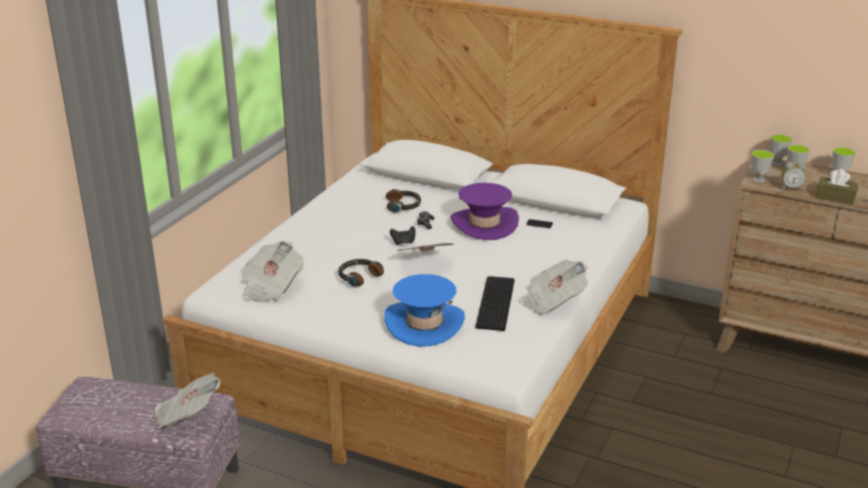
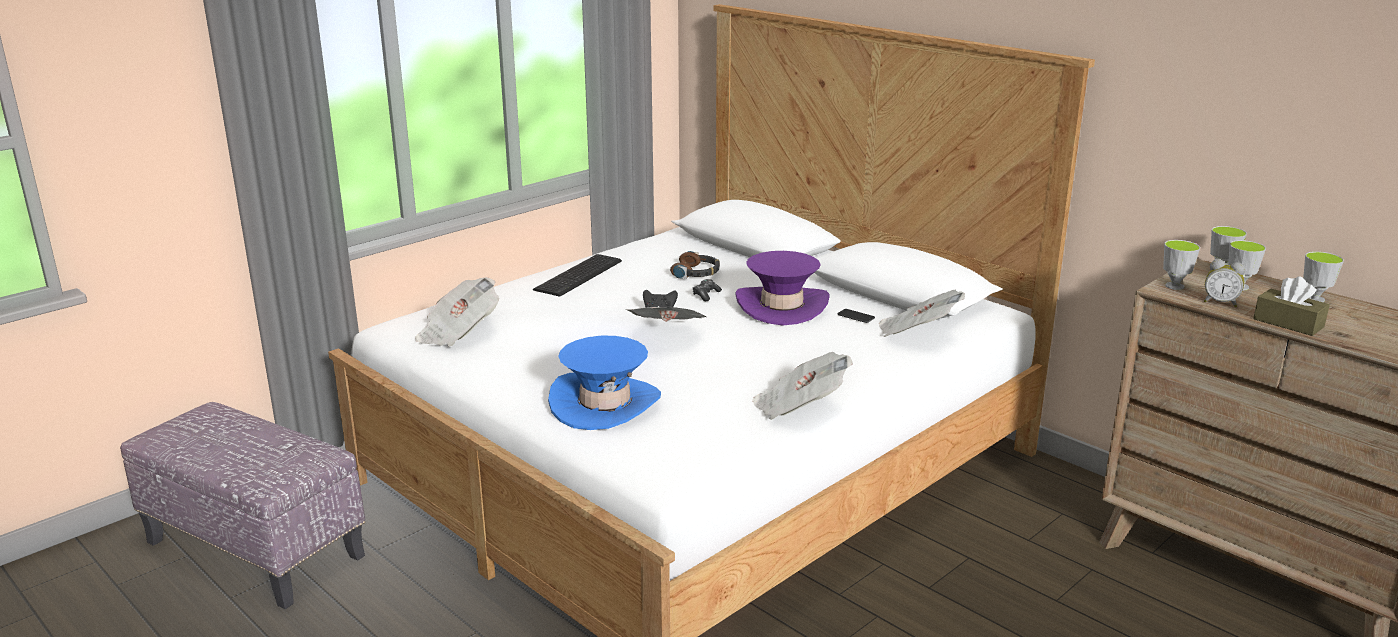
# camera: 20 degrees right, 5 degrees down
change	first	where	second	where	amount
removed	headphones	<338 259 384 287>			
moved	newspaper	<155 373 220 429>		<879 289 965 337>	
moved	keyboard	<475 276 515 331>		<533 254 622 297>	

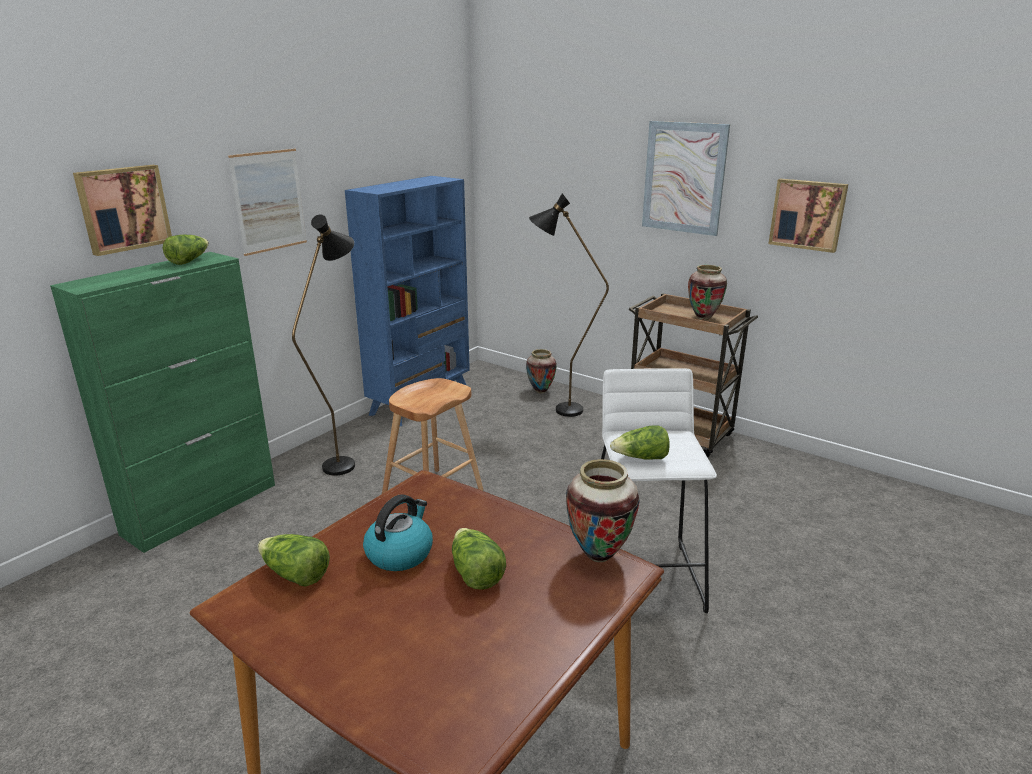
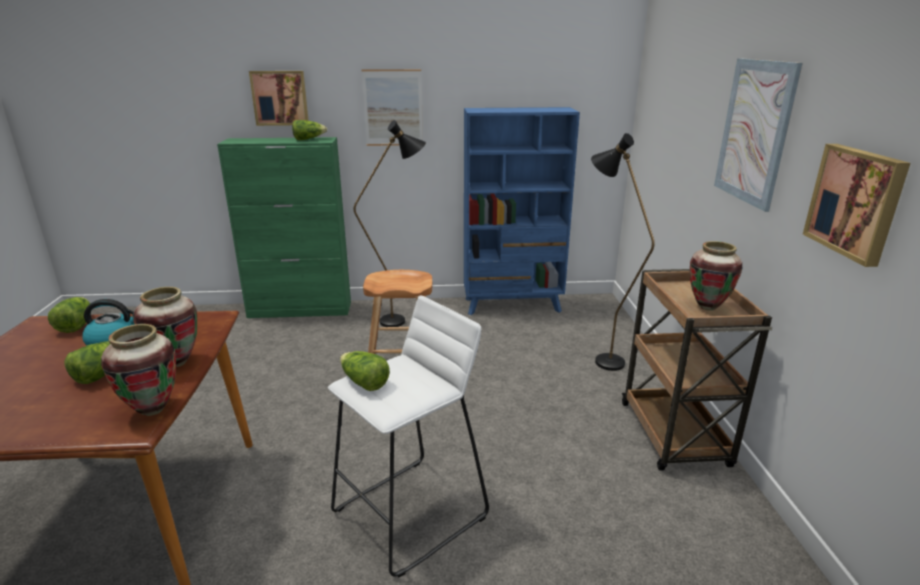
# camera: 50 degrees right, 0 degrees up
change	first	where	second	where	amount
moved	decorative vase	<526 349 557 393>		<134 287 197 367>	

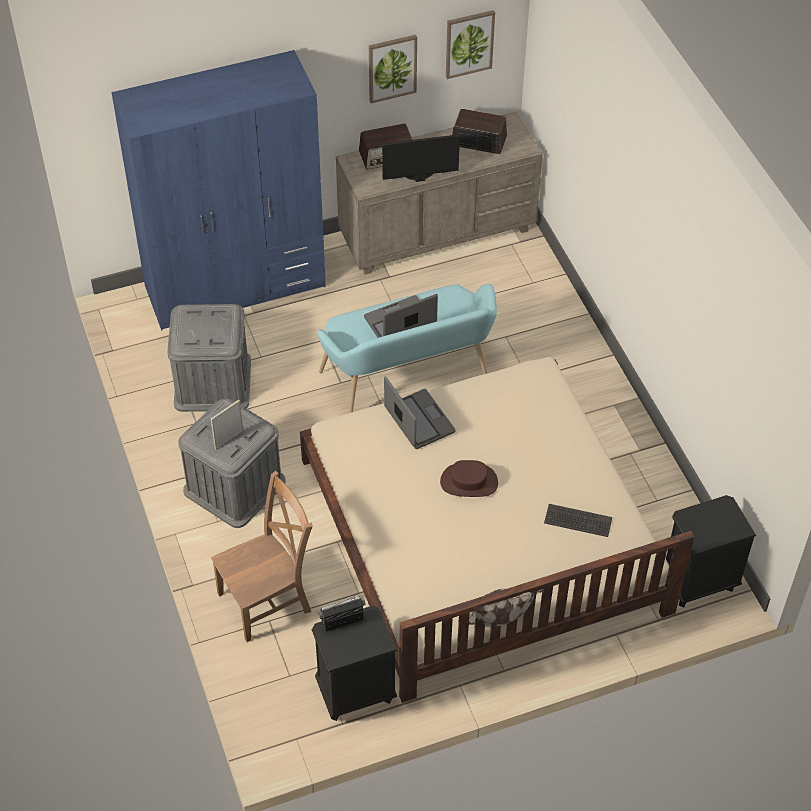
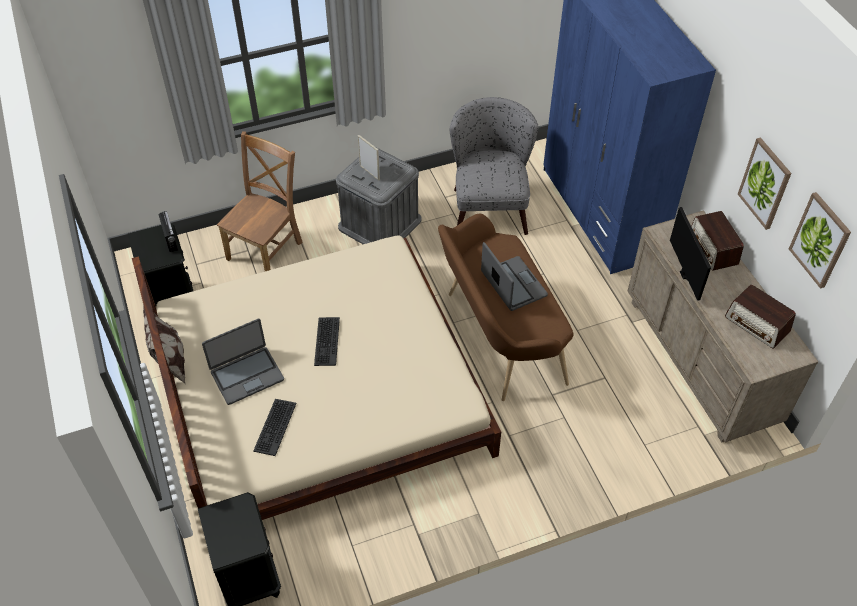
# camera: 90 degrees right, 0 degrees up
change	first	where	second	where	amount
moved	laptop	<384 376 456 449>		<202 319 284 405>	
replaced	storage box (gray)	<167 304 251 412>	easy chair (gray)	<450 97 539 235>	
replaced	wearable hat (brown)	<440 460 498 497>	keyboard	<314 317 340 366>	
recoloured	long seat (blue-green)	<317 284 497 413>	long seat (brown)	<438 214 574 401>	
turned	chair (brown)	<211 471 313 642>		<217 131 303 271>	120 degrees counterclockwise
turned	radio set	<452 109 507 154>		<725 284 796 348>	120 degrees clockwise

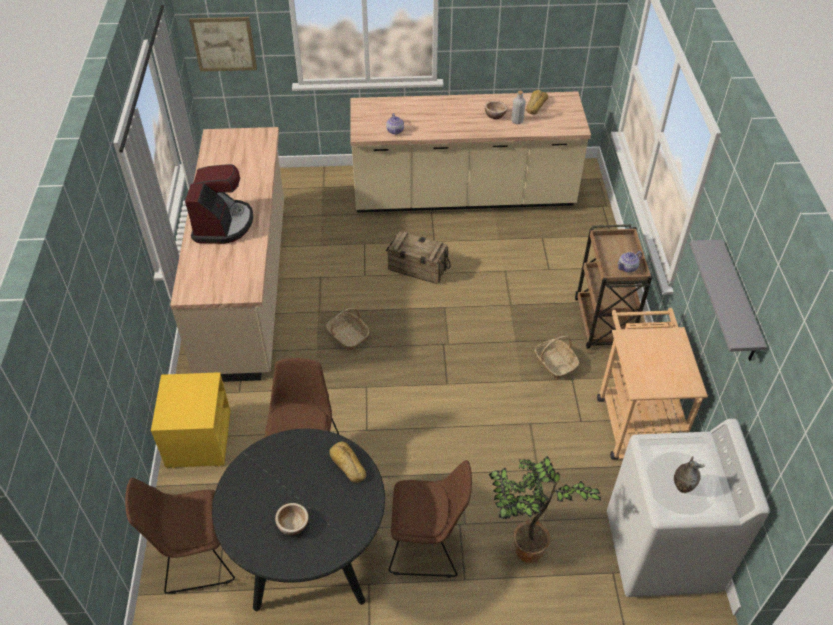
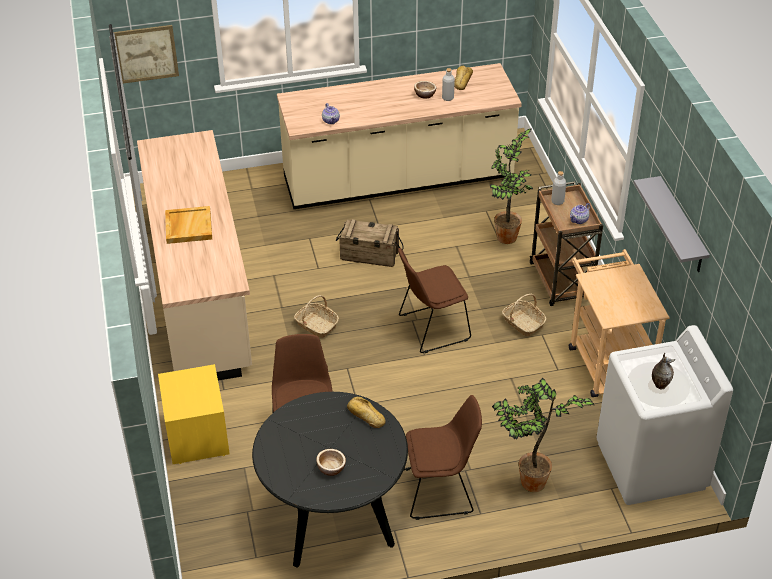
# camera: 10 degrees left, 5 degrees down
change	first	where	second	where	amount
added			houseplant	<490 128 533 244>	
added			drink bottle (gray)	<551 171 566 205>	
moved	chair (brown)	<125 478 235 594>		<398 248 471 353>	
replaced	coffee maker	<185 164 253 244>	tray (sand-coloured)	<165 206 212 244>	

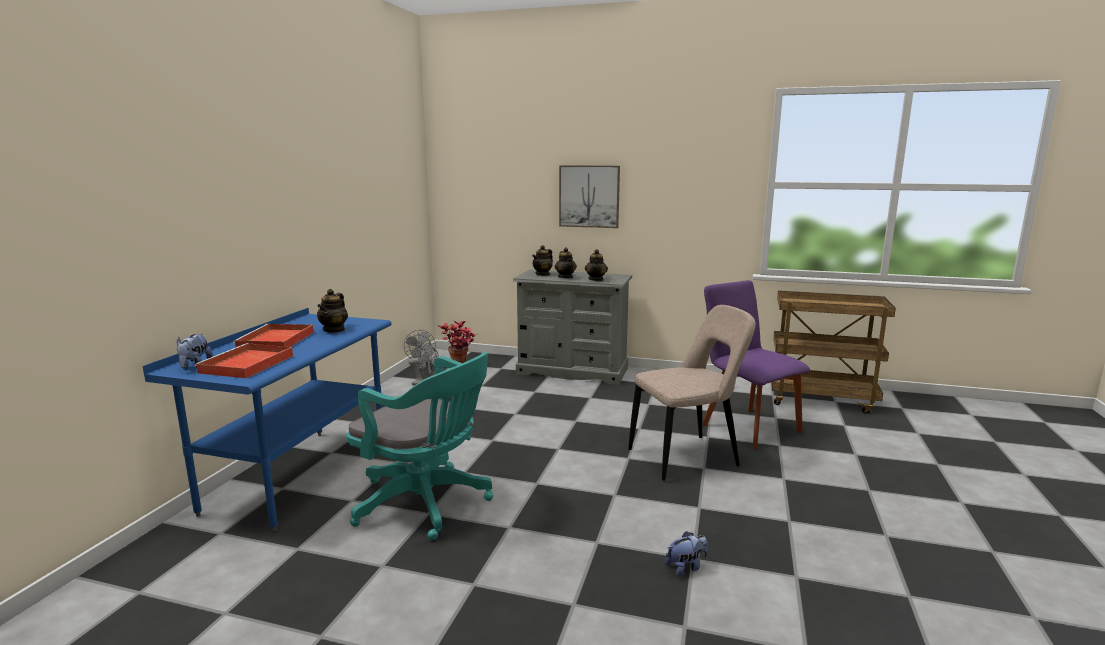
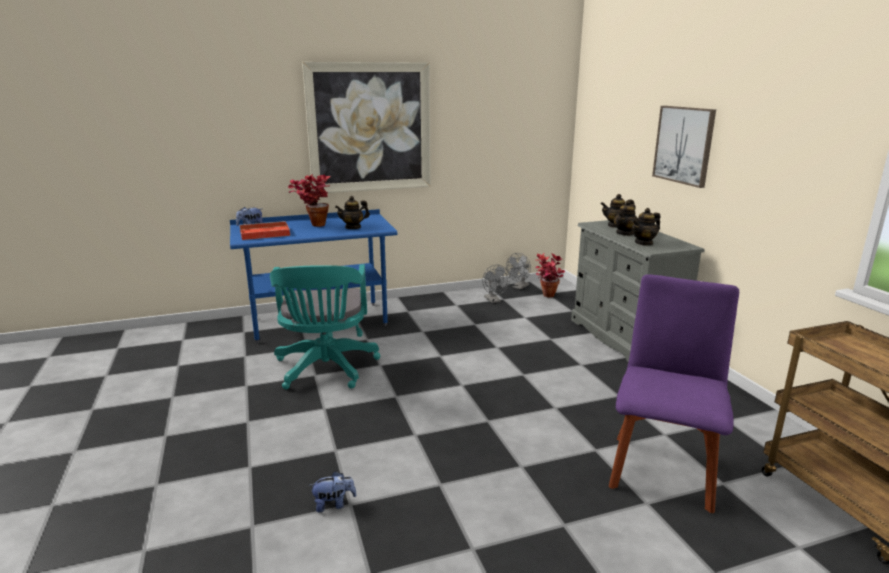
# camera: 55 degrees right, 5 degrees up
change	first	where	second	where	amount
removed	chair (sand-coloured)	<628 305 756 481>			
added			wall art	<302 62 431 193>	
replaced	tray (reddish)	<233 324 314 347>	houseplant	<288 174 330 227>	
turned	plush toy	<665 531 707 577>		<310 471 357 513>	45 degrees counterclockwise

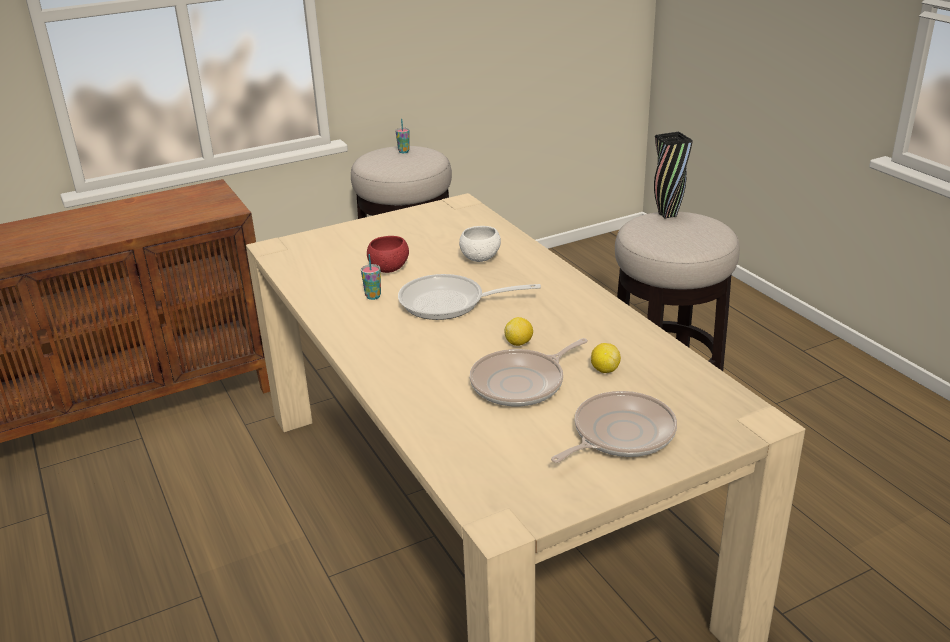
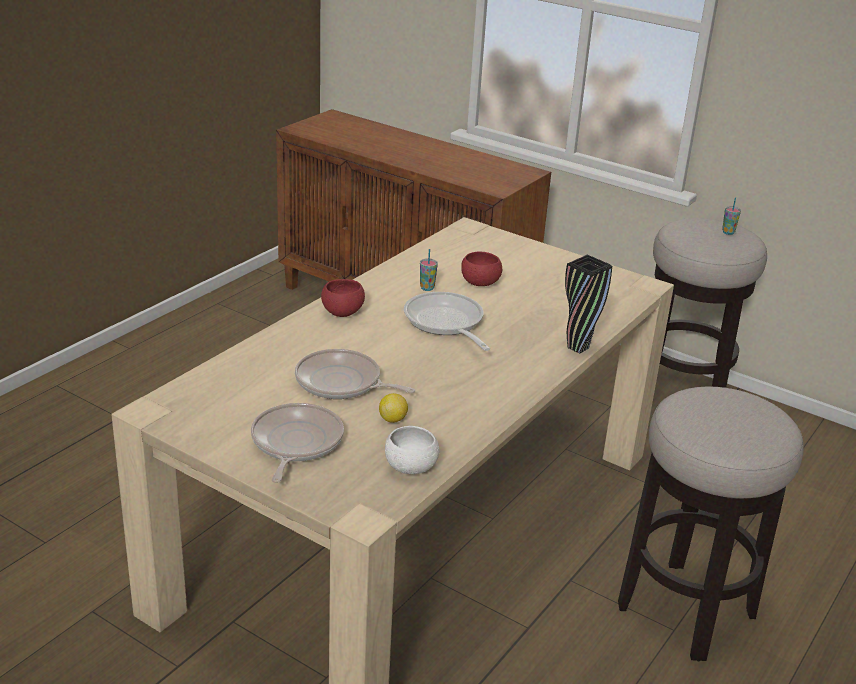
# camera: 60 degrees right, 0 degrees up
change	first	where	second	where	amount
removed	whole lemon	<505 317 533 346>			
added			bowl (reddish)	<321 279 365 317>	
moved	bowl (white-coloured)	<459 226 501 262>		<385 426 440 474>	
moved	decorative vase (black-coloured)	<654 132 693 218>		<565 255 612 354>	
turned	pan	<551 391 677 463>		<251 403 344 483>	105 degrees counterclockwise

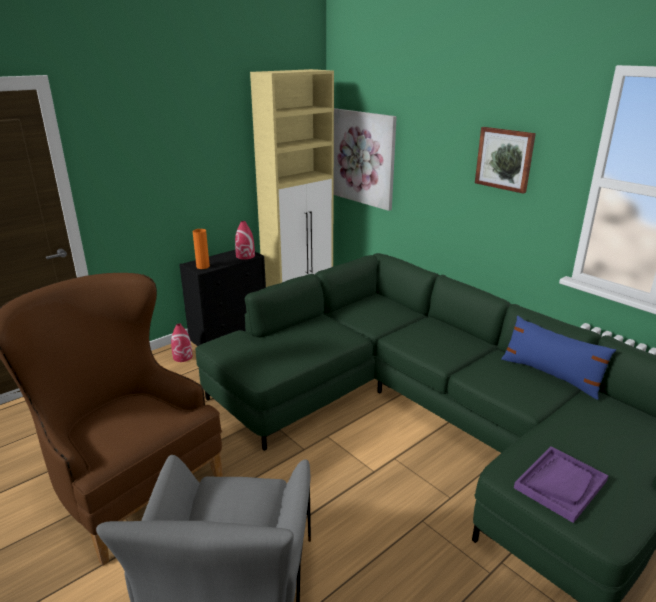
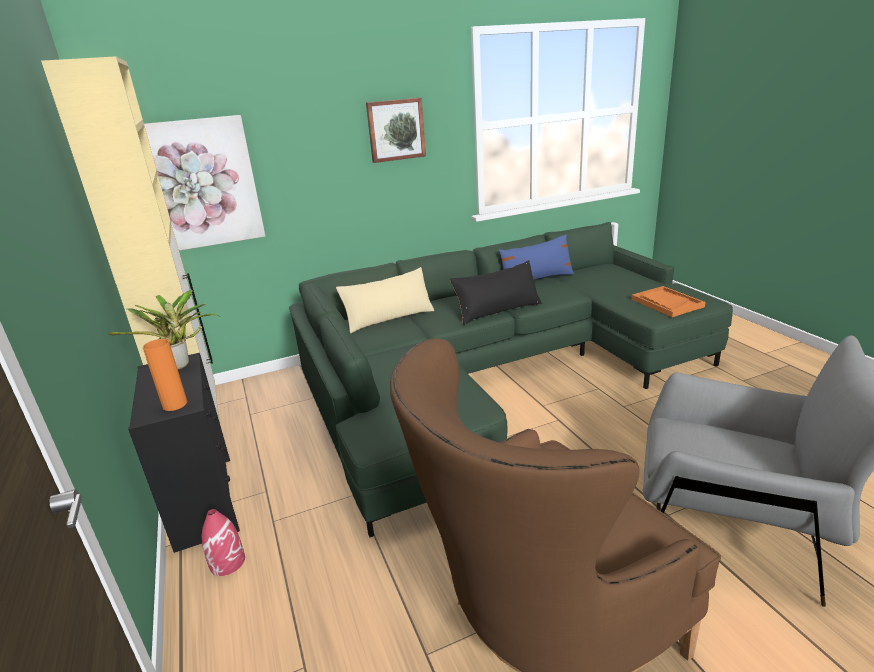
# camera: 70 degrees left, 0 degrees up
change	first	where	second	where	amount
added			pillow (sand-coloured)	<336 267 434 333>	
added			pillow (black-coloured)	<450 260 542 325>	
replaced	decorative vase (reddish)	<235 221 255 260>	houseplant	<108 289 221 370>	
recoloured	tray (purple)	<514 447 609 523>	tray (orange)	<631 286 706 317>	

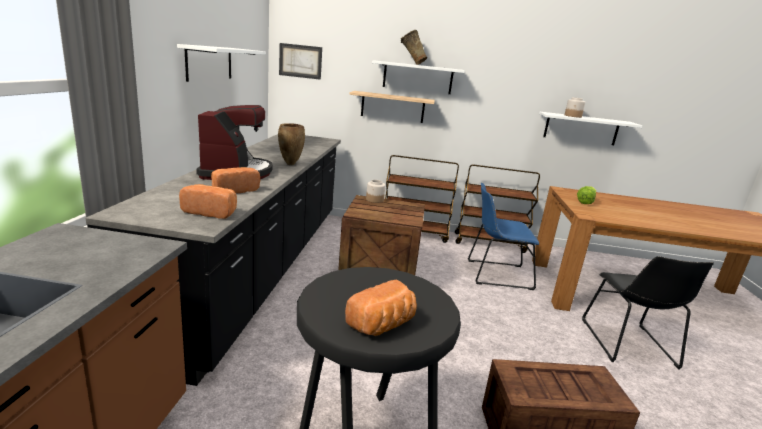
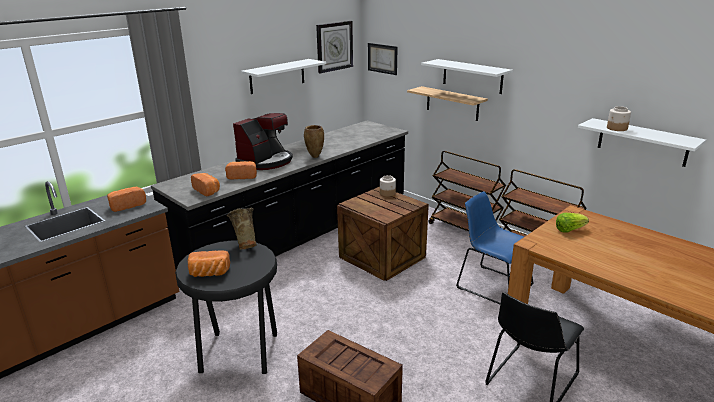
# camera: 40 degrees right, 5 degrees up
change	first	where	second	where	amount
added			baked bread	<107 187 146 212>	
added			wall clock	<316 21 353 73>	
moved	decorative vase (sand-coloured)	<401 30 427 65>		<227 208 257 250>	

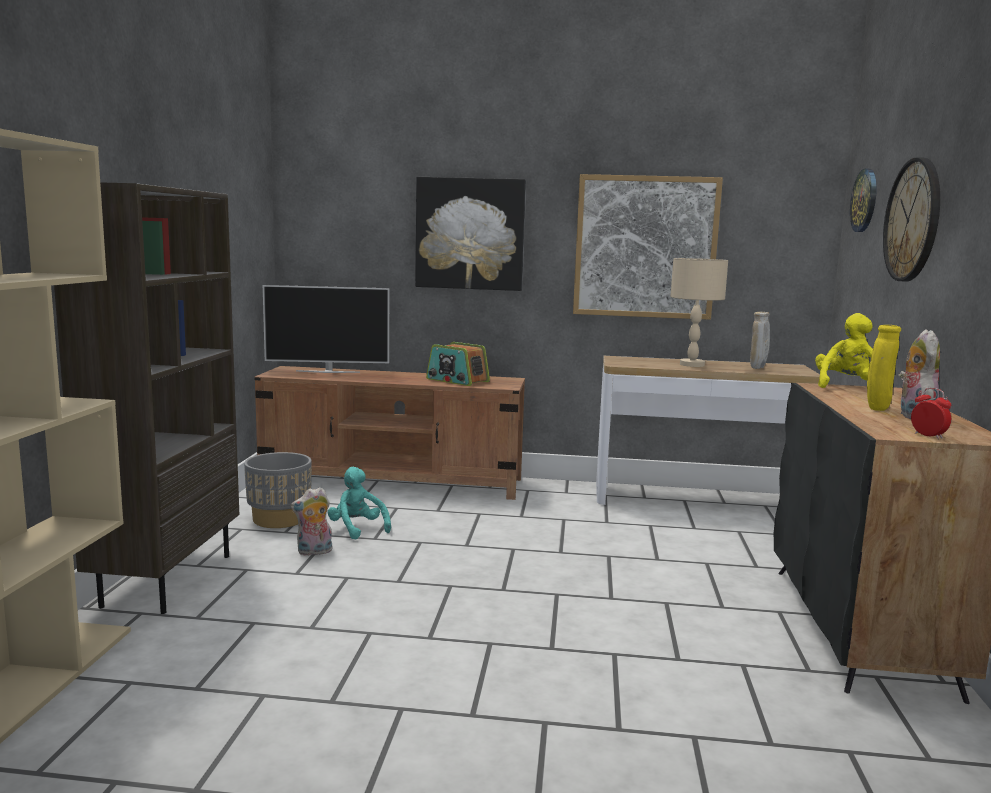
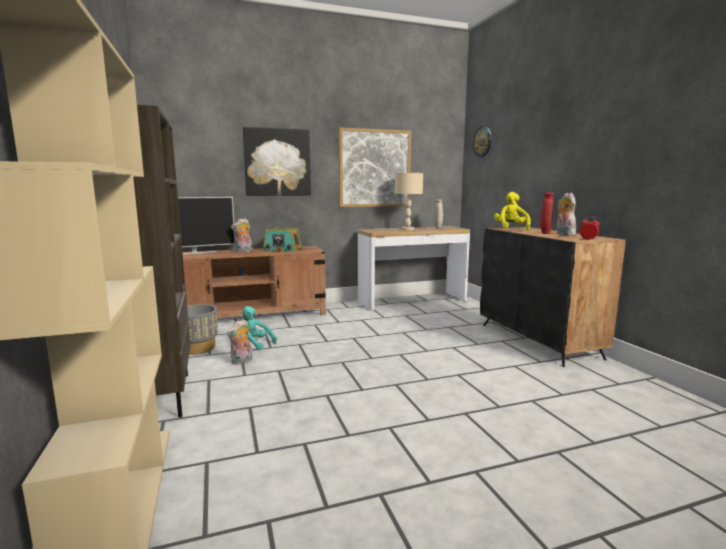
# camera: 25 degrees left, 0 degrees up
change	first	where	second	where	amount
removed	wall clock	<883 158 940 281>			
added			plush toy	<231 219 252 252>	
recoloured	decorative vase (yellow)	<867 325 901 411>	decorative vase (reddish)	<540 193 554 234>	

